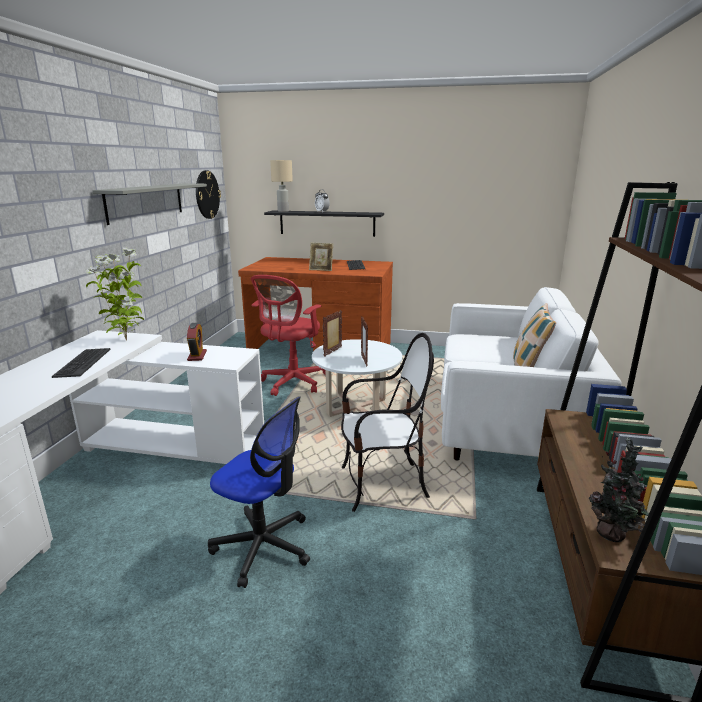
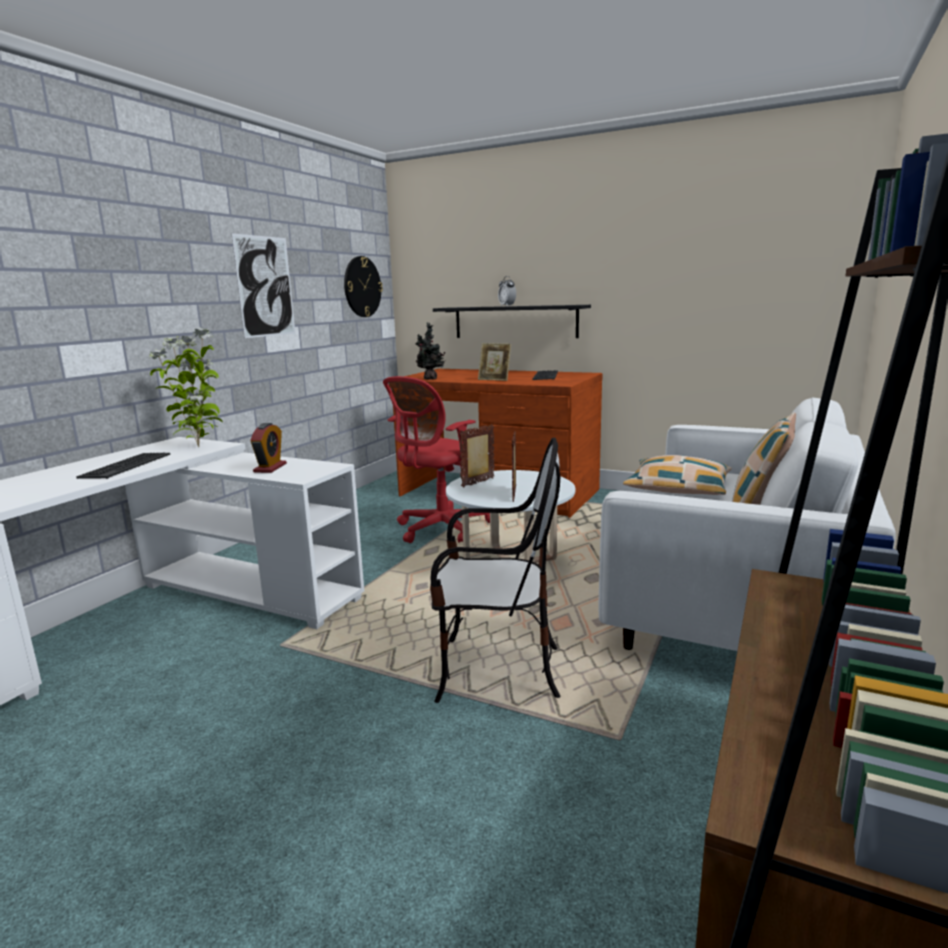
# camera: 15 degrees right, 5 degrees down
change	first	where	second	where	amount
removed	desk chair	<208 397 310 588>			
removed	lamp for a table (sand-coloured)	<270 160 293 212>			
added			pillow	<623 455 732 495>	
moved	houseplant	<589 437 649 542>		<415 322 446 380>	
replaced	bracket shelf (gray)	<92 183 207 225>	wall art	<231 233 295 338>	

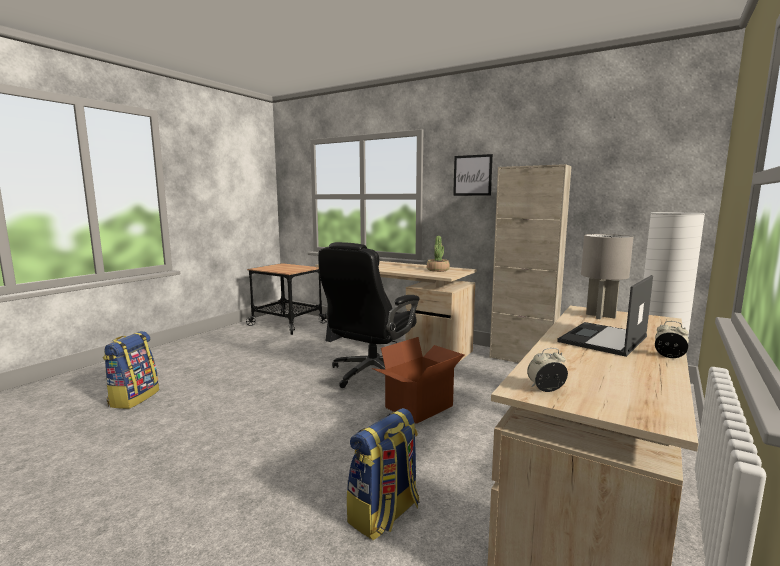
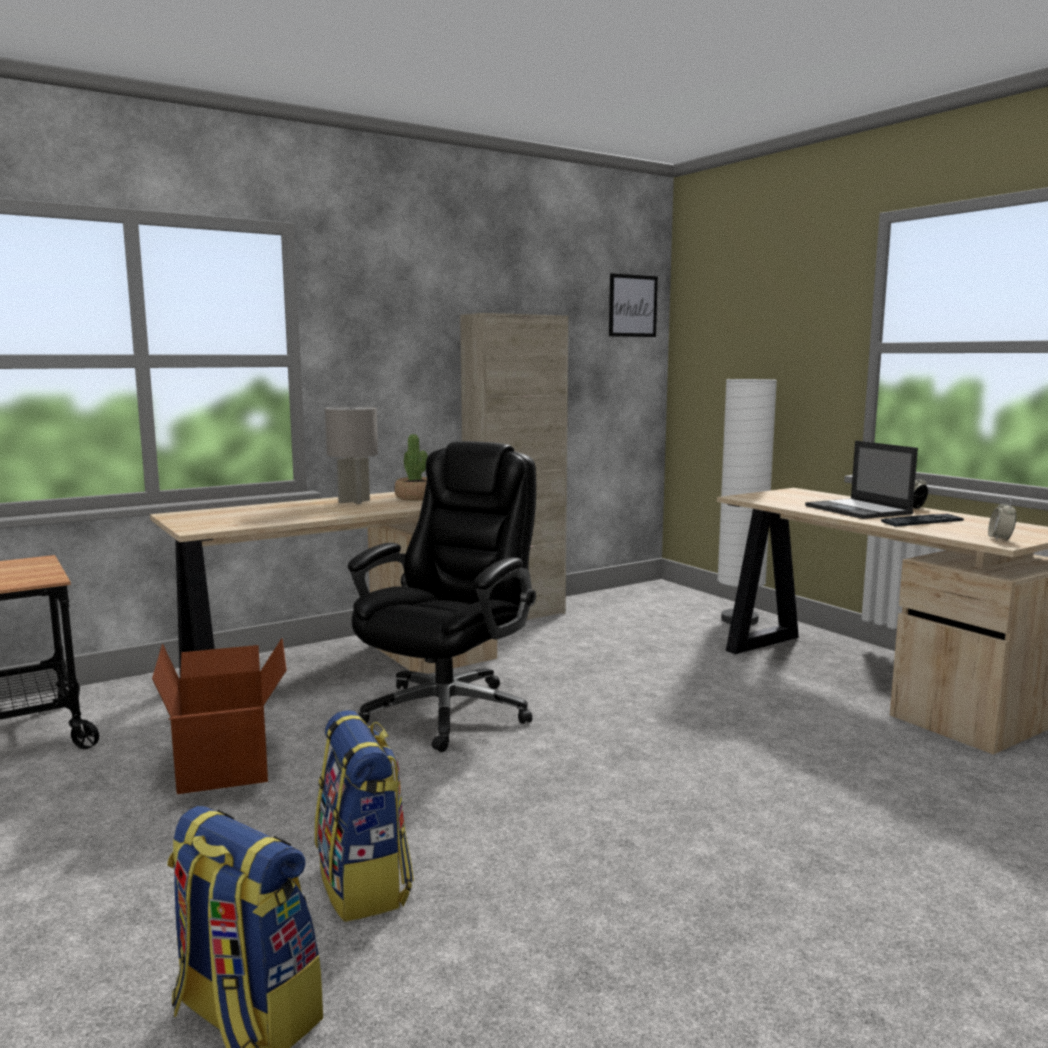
# camera: 65 degrees left, 0 degrees up
change	first	where	second	where	amount
added			keyboard	<881 514 964 527>	
moved	rucksack	<347 408 419 540>		<315 710 414 922>	
moved	cardboard box	<371 337 464 424>		<152 638 287 794>	
moved	wall art	<453 154 493 196>		<609 273 658 337>	
moved	lamp for a table (gray)	<581 234 633 319>		<325 407 378 504>	
turned	desk chair (black-coloured)	<318 242 420 388>		<348 441 536 752>	120 degrees counterclockwise

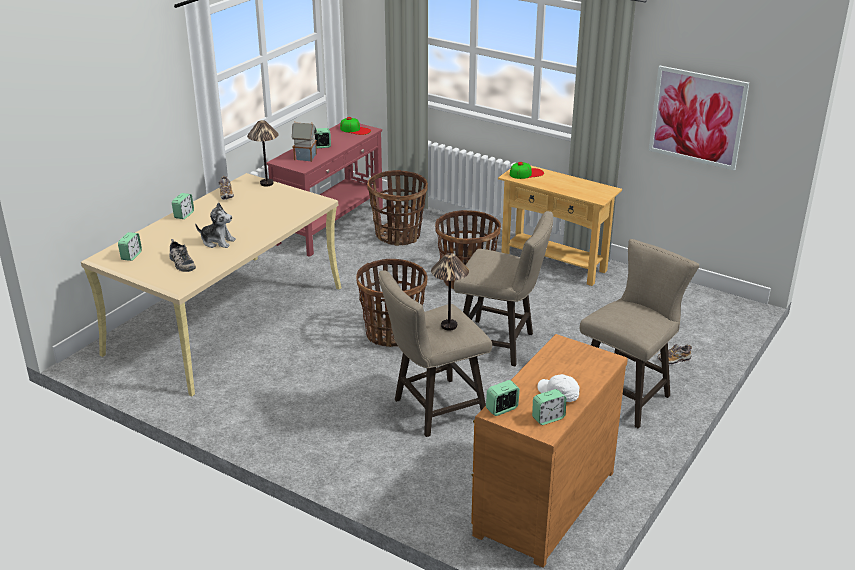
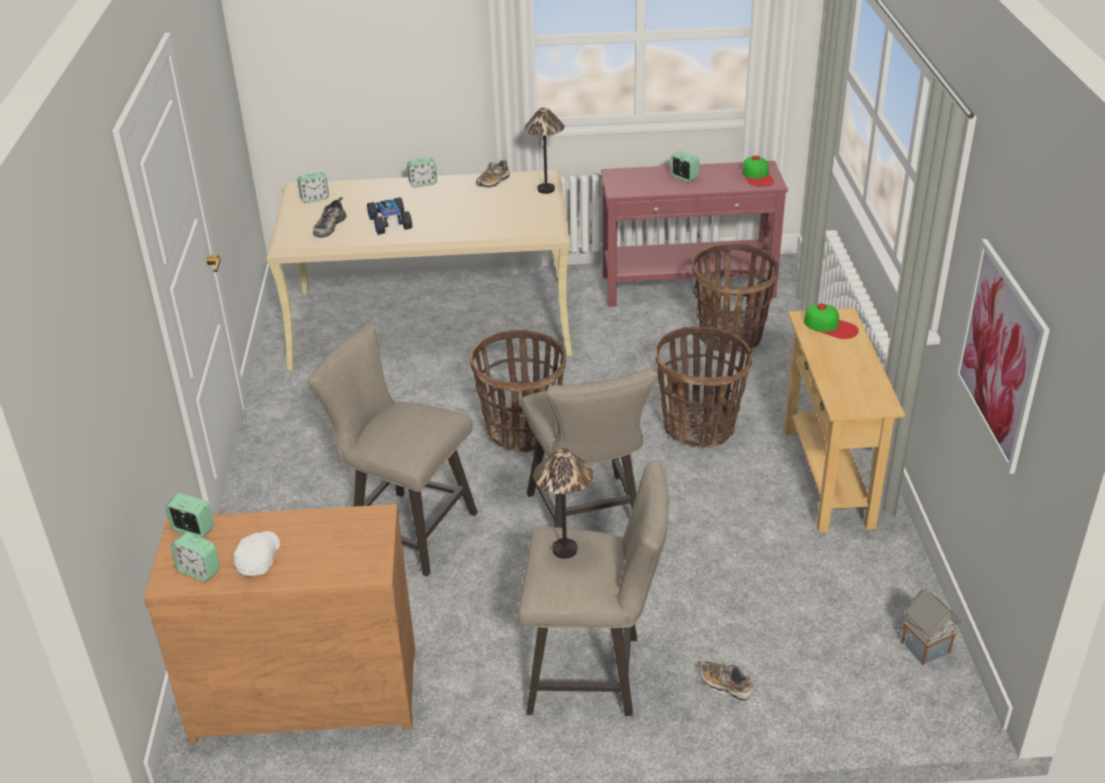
# camera: 55 degrees right, 5 degrees up
change	first	where	second	where	amount
moved	miniature house	<291 121 317 162>		<901 587 962 666>	
moved	lamp for a table	<431 253 469 330>		<534 448 593 559>	
replaced	plush toy	<195 202 236 248>	miniature car	<367 197 412 235>	

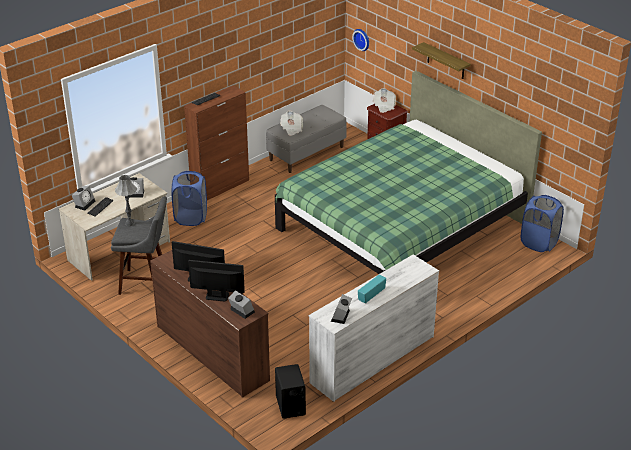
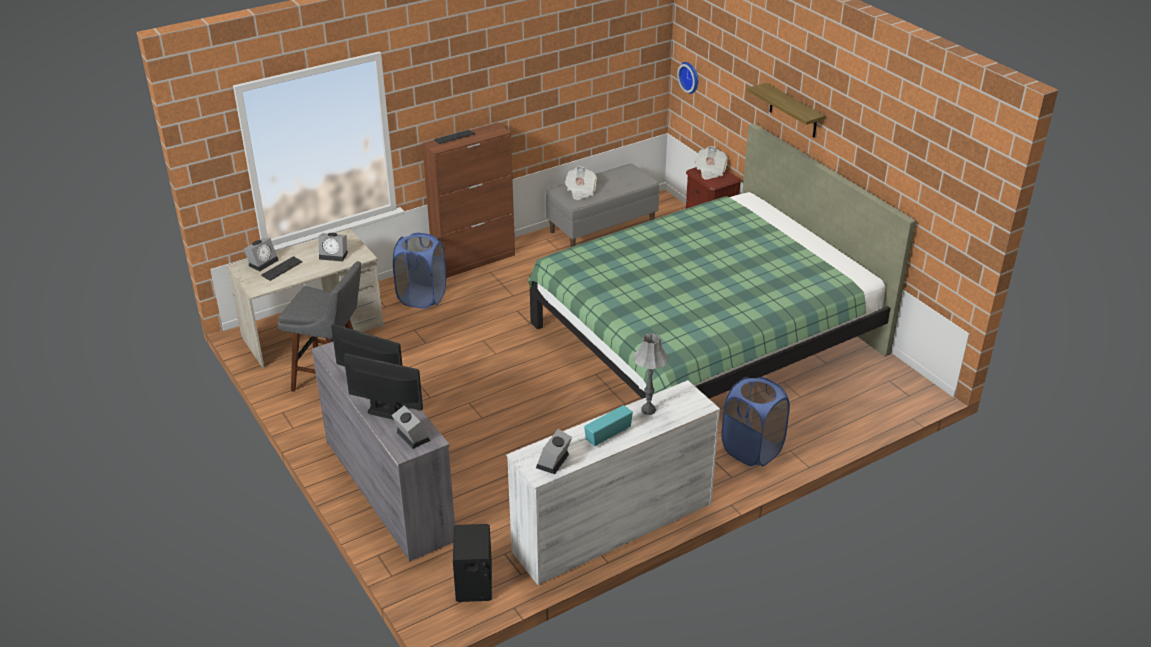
# camera: 10 degrees right, 0 degrees up
change	first	where	second	where	amount
moved	lamp for a table (gray)	<115 175 137 226>		<633 333 669 415>	
moved	laundry basket (bluish)	<521 195 564 252>		<721 377 790 466>	
recoloured	drawer chest (brown)	<150 250 270 398>	drawer chest (gray)	<312 342 455 562>	

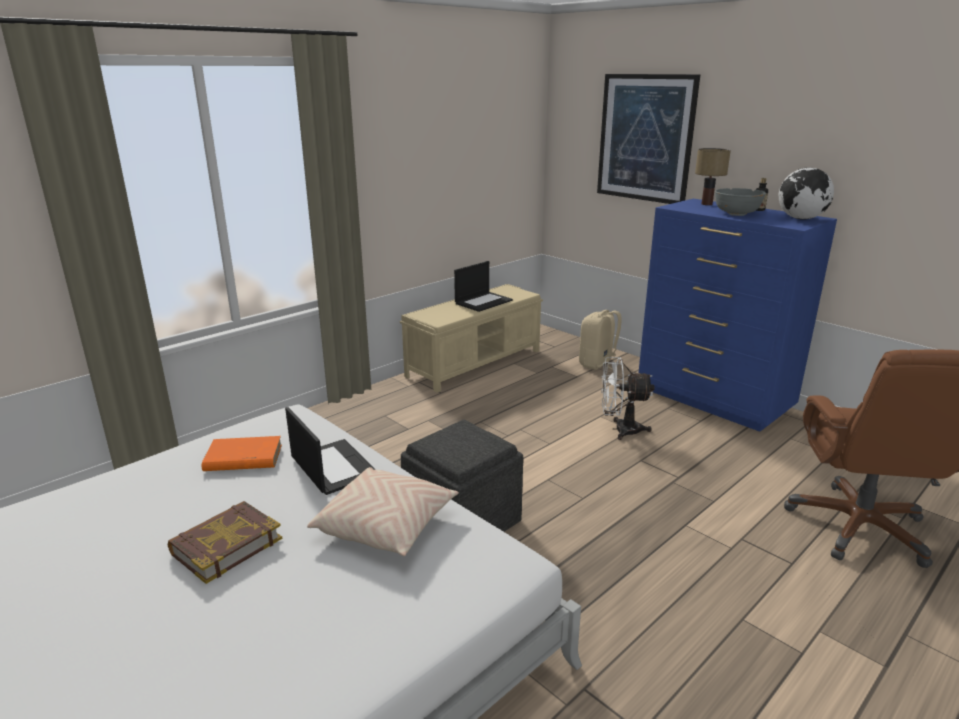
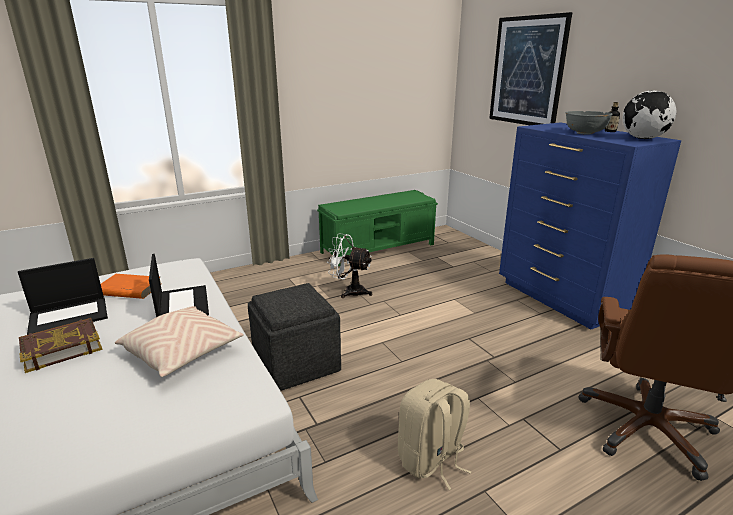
# camera: 15 degrees right, 0 degrees up
change	first	where	second	where	amount
removed	lamp for a table	<695 148 731 205>			
moved	laptop	<454 261 513 312>		<18 258 108 335>	
moved	rucksack (sand-coloured)	<579 310 624 370>		<398 379 471 490>	
moved	cooling fan (white-coloured)	<601 357 655 440>		<327 233 372 298>	
recoloured	long seat (sand-coloured)	<400 284 543 392>	long seat (greenish)	<317 190 438 266>	

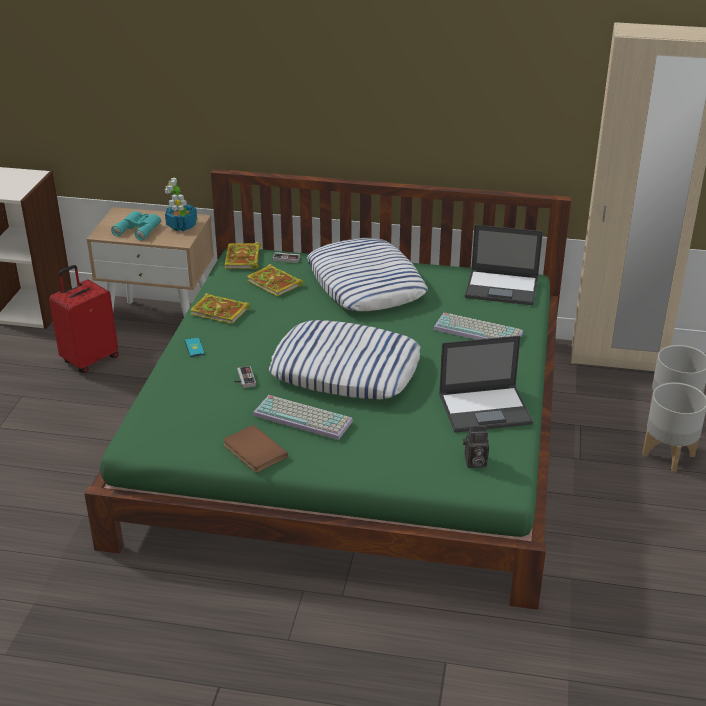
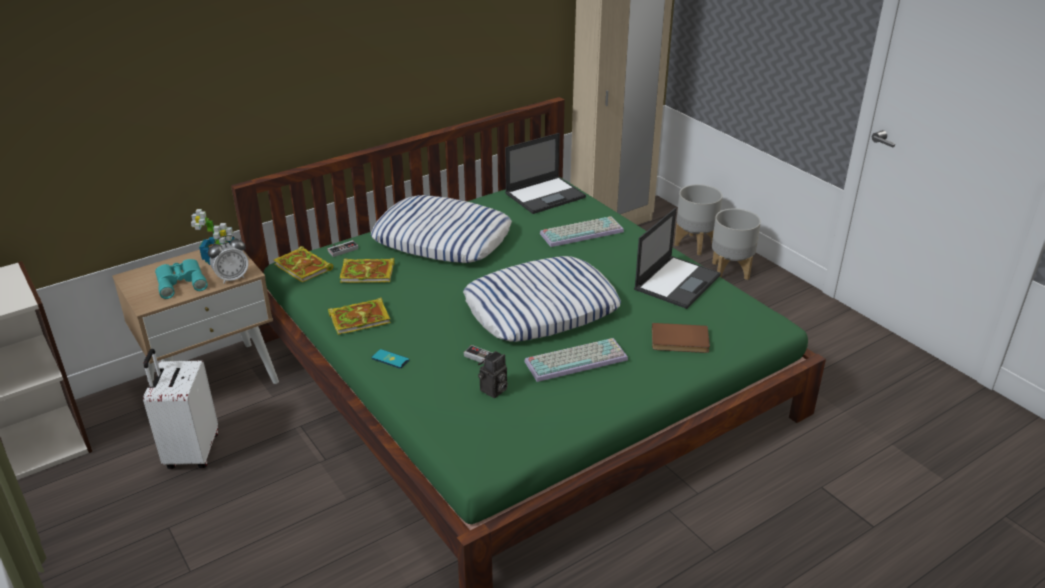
# camera: 45 degrees left, 0 degrees up
change	first	where	second	where	amount
added			alarm clock	<208 235 249 284>	
moved	volume (brown)	<223 425 288 473>		<652 323 710 353>	
moved	photo camera	<463 426 489 468>		<478 351 508 398>	
recoloured	travel case (reddish)	<49 265 119 373>	travel case (white-coloured)	<143 349 218 469>	

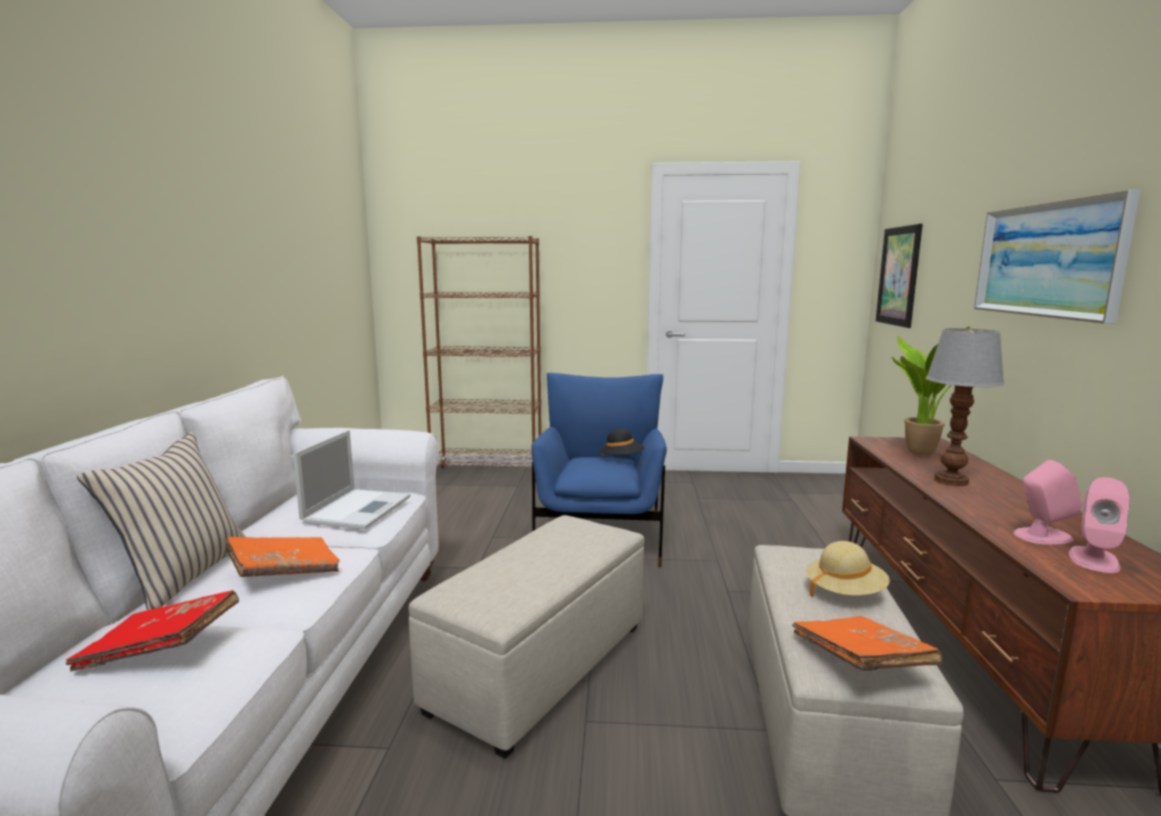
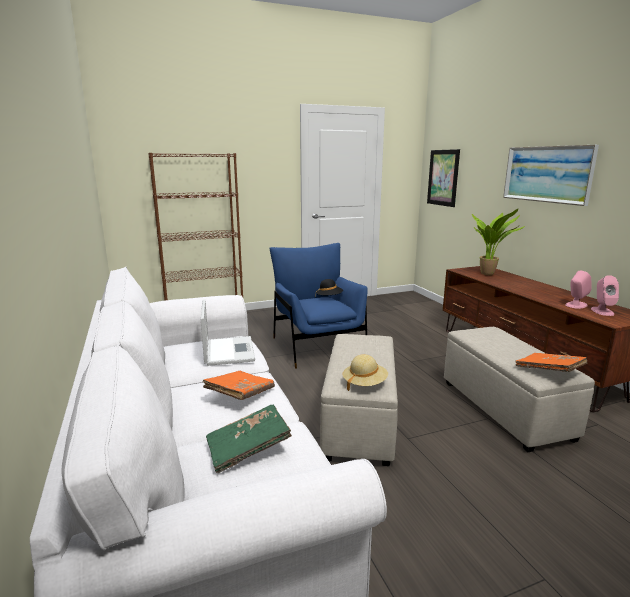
# camera: 25 degrees left, 5 degrees up
change	first	where	second	where	amount
removed	pillow (sand-coloured)	<77 432 246 610>			
removed	lamp for a table	<926 328 1005 486>			
moved	wearable hat (sand-coloured)	<806 541 890 597>		<342 354 388 391>	
recoloured	volume (reddish)	<66 590 239 672>	volume (greenish)	<206 404 292 474>	

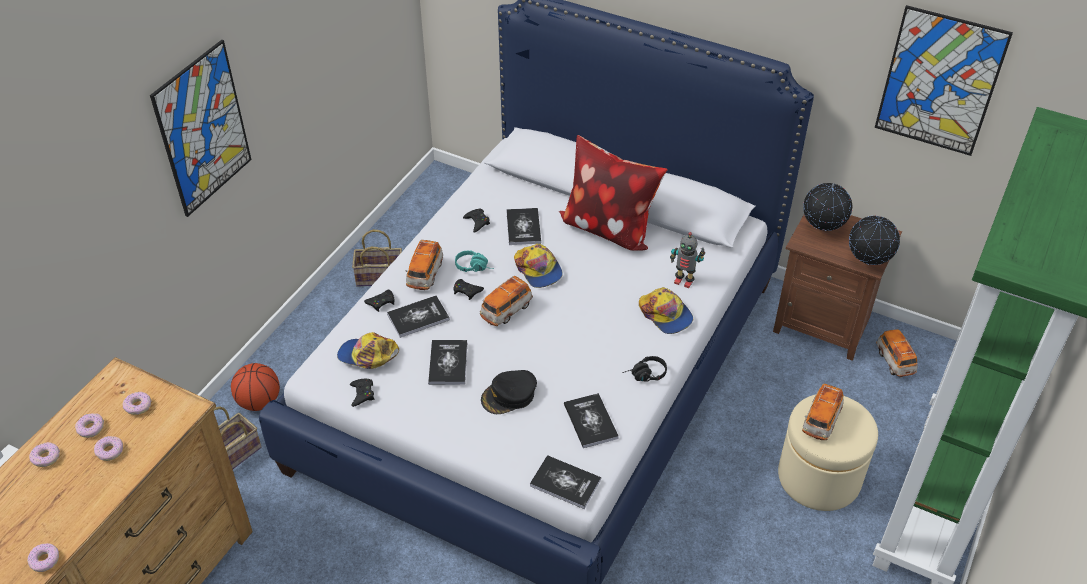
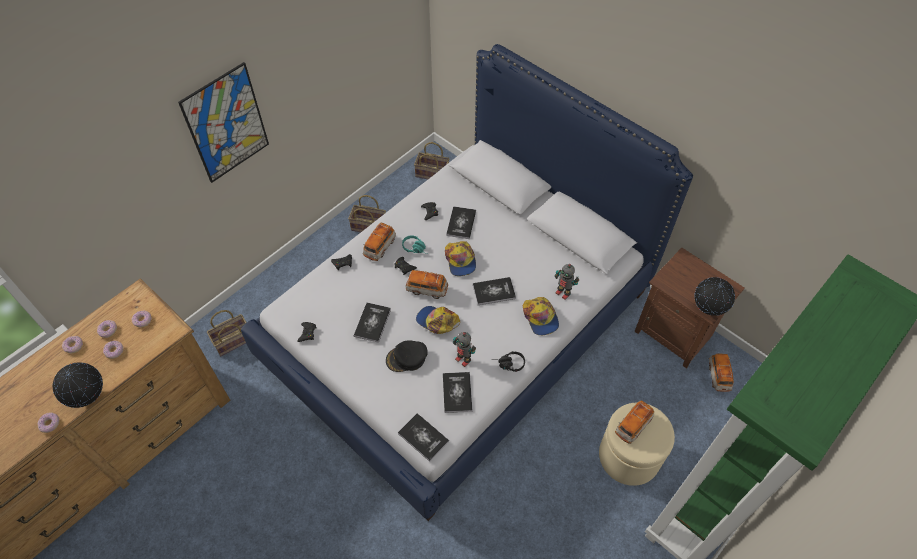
# camera: 15 degrees right, 10 degrees up
change	first	where	second	where	amount
removed	ball for basketball	<231 363 280 411>			
removed	pillow	<559 135 667 251>			
removed	wall art	<875 5 1013 156>			
added			basket	<414 142 450 179>	
added			robot figure	<453 332 476 367>	
moved	baseball cap	<337 332 399 369>		<416 306 460 334>	
moved	volume	<387 295 450 338>		<473 277 516 305>	
moved	desk globe	<803 183 852 231>		<52 362 103 408>	
turned	miniature car	<480 276 533 326>		<406 270 448 299>	45 degrees clockwise

